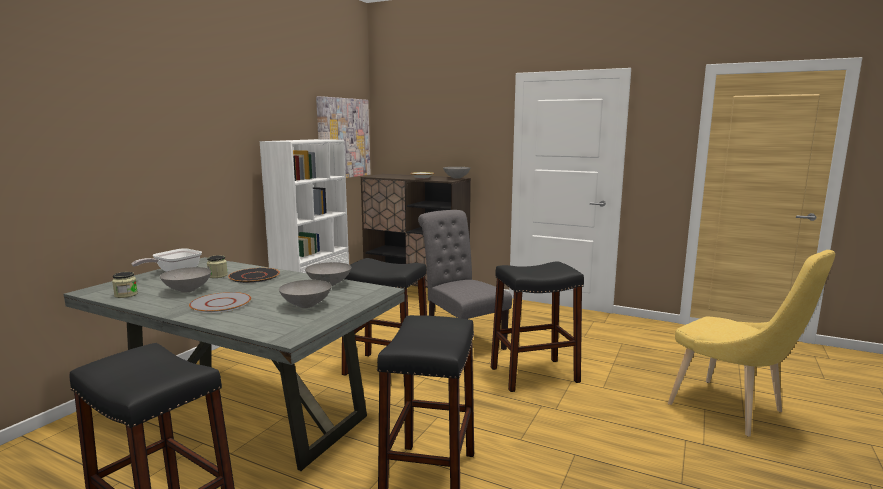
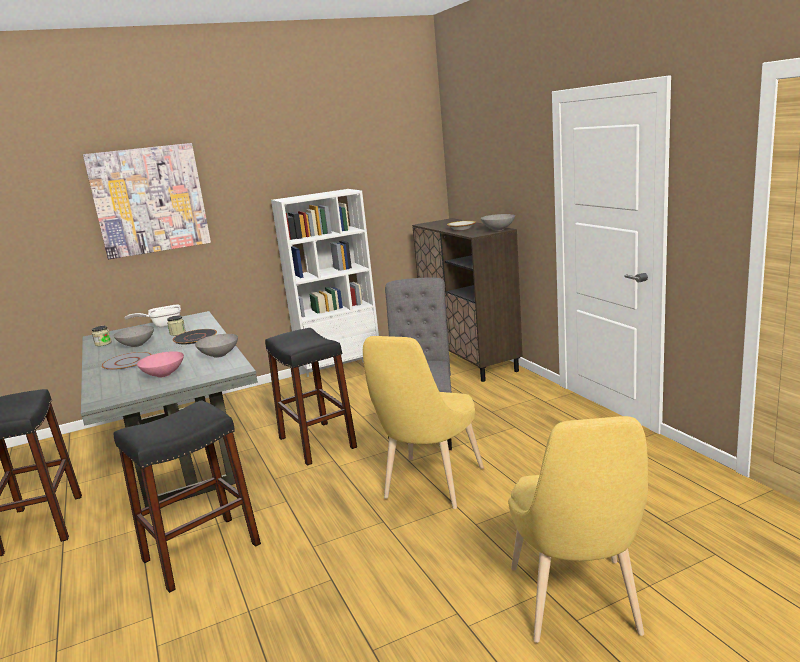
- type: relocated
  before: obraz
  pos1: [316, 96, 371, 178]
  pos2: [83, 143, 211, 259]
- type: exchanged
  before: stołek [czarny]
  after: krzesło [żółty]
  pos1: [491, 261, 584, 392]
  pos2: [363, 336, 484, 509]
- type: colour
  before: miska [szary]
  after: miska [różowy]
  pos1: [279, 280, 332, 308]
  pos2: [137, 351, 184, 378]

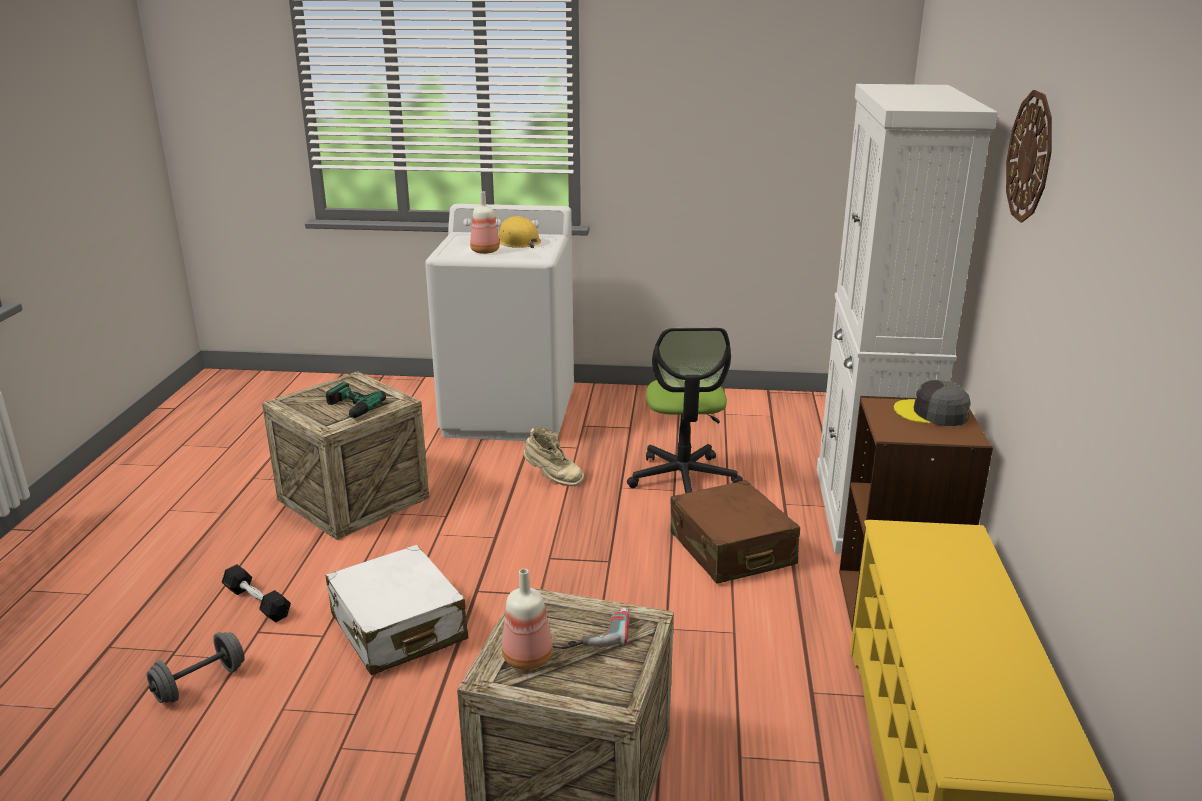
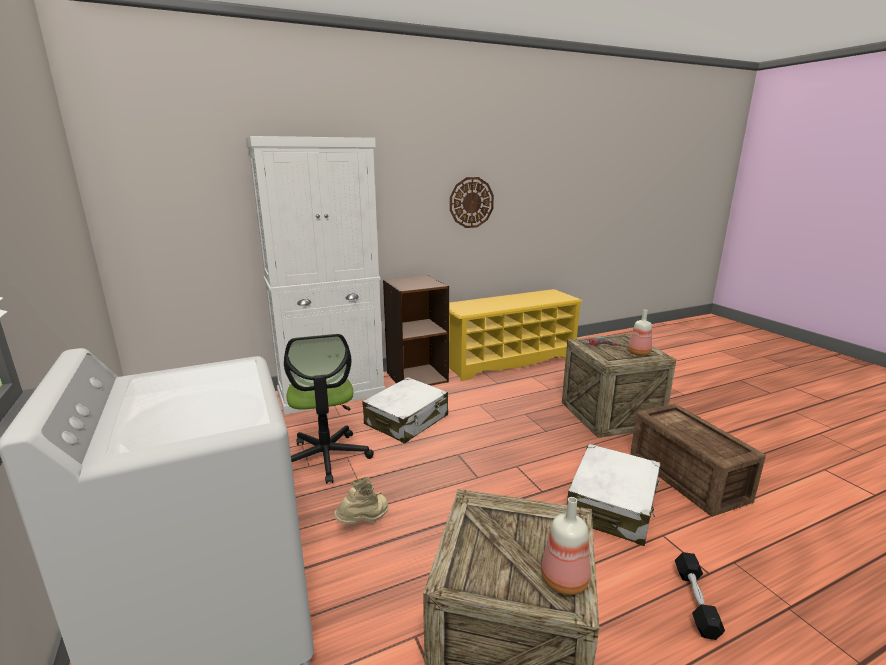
- type: relocated
  before: zegar ścienny
  pos1: [1006, 90, 1052, 223]
  pos2: [450, 177, 494, 228]
- type: relocated
  before: butelka
  pos1: [470, 191, 500, 254]
  pos2: [541, 497, 591, 595]
- type: missing
  before: kask [żółty]
  pos1: [498, 216, 541, 248]
- type: spun
  before: krzesło biurowe
  pos1: [627, 328, 743, 493]
  pos2: [284, 334, 374, 484]
  turn: 105
- type: missing
  before: czapka z daszkiem [szary]
  pos1: [894, 380, 971, 426]
- type: missing
  before: wiertarka
  pos1: [326, 382, 386, 421]
- type: spun
  before: but z cholewką [beżowy]
  pos1: [524, 428, 584, 486]
  pos2: [334, 477, 389, 524]
  turn: 45
- type: colour
  before: walizka [brązowy]
  after: walizka [biały]
  pos1: [670, 480, 800, 583]
  pos2: [363, 377, 448, 444]
- type: missing
  before: hantel [szary]
  pos1: [147, 632, 245, 703]
- type: appeared
  after: skrzynka
  pos2: [630, 404, 766, 516]

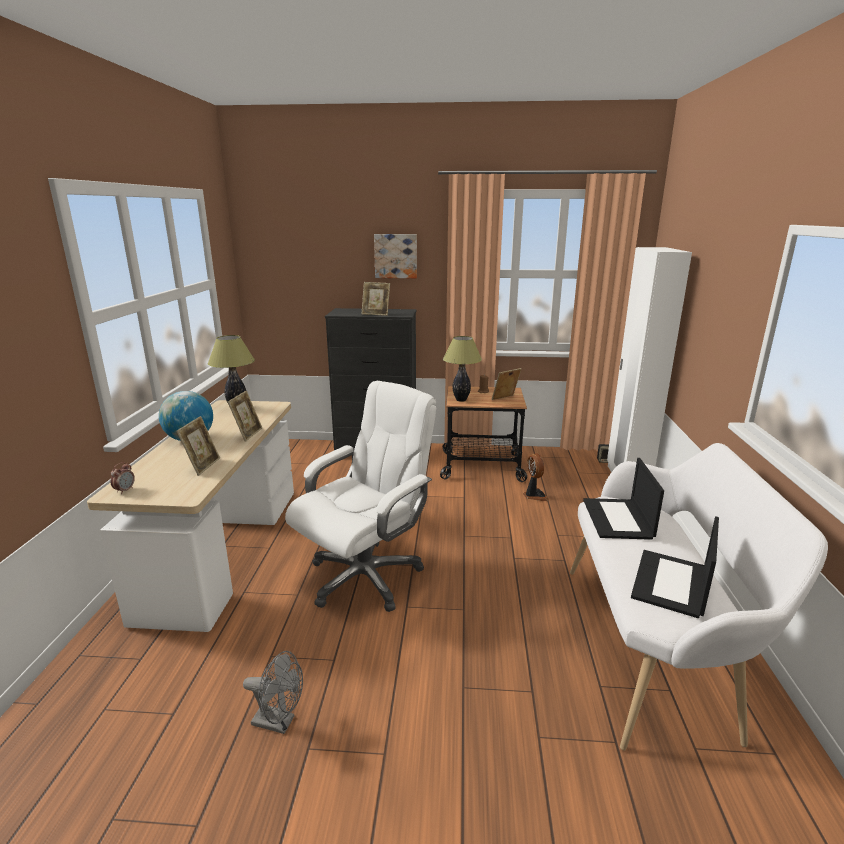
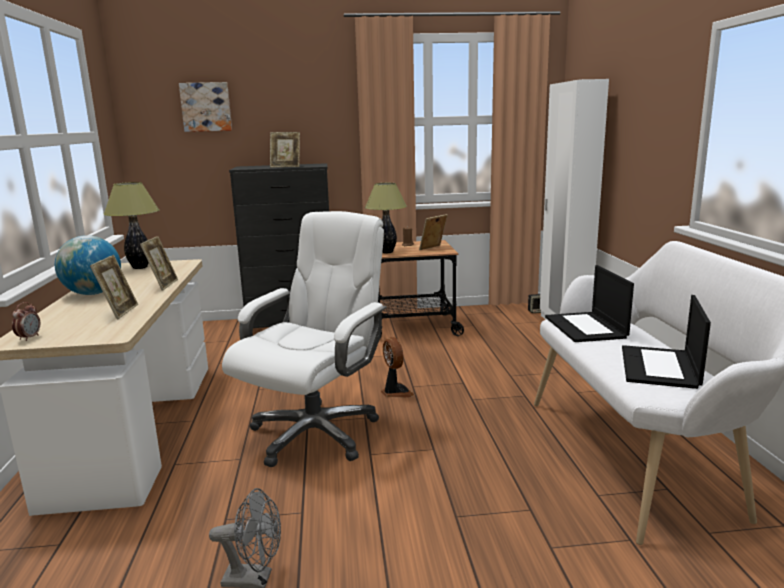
- type: relocated
  before: obraz
  pos1: [374, 234, 417, 278]
  pos2: [179, 82, 232, 132]
- type: relocated
  before: wentylator
  pos1: [523, 453, 549, 501]
  pos2: [381, 337, 414, 398]

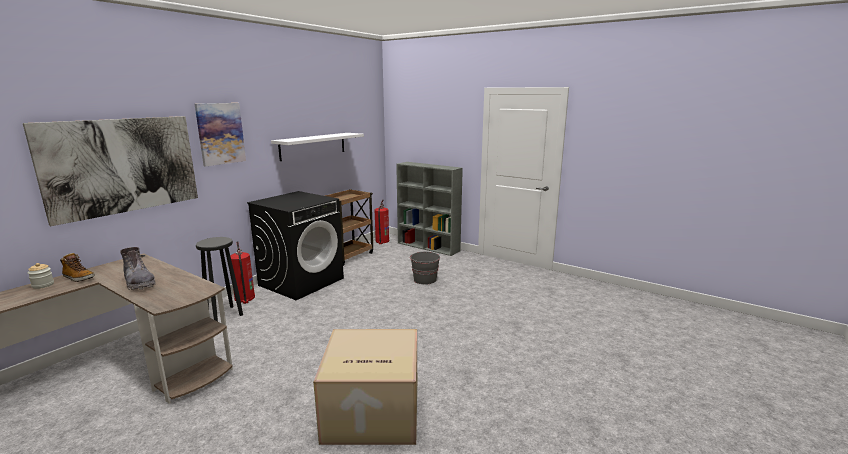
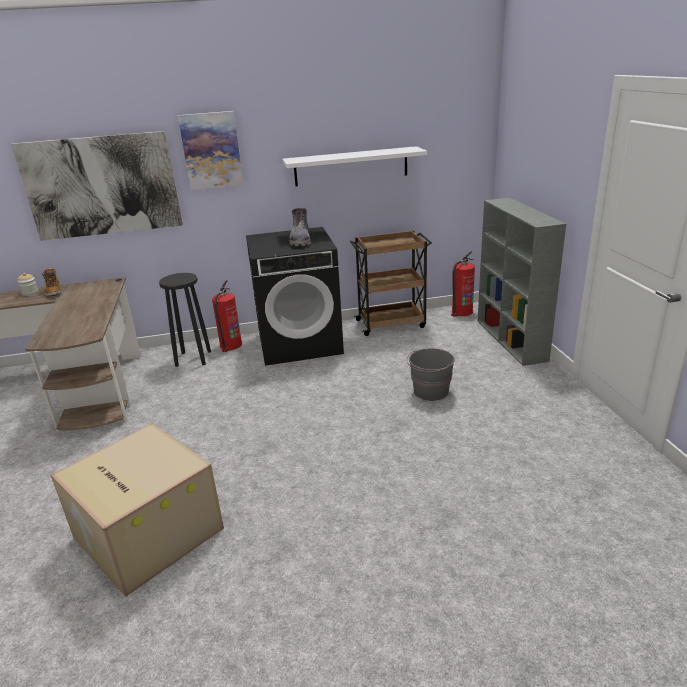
- type: relocated
  before: but z cholewką [szary]
  pos1: [120, 247, 156, 290]
  pos2: [289, 208, 311, 246]

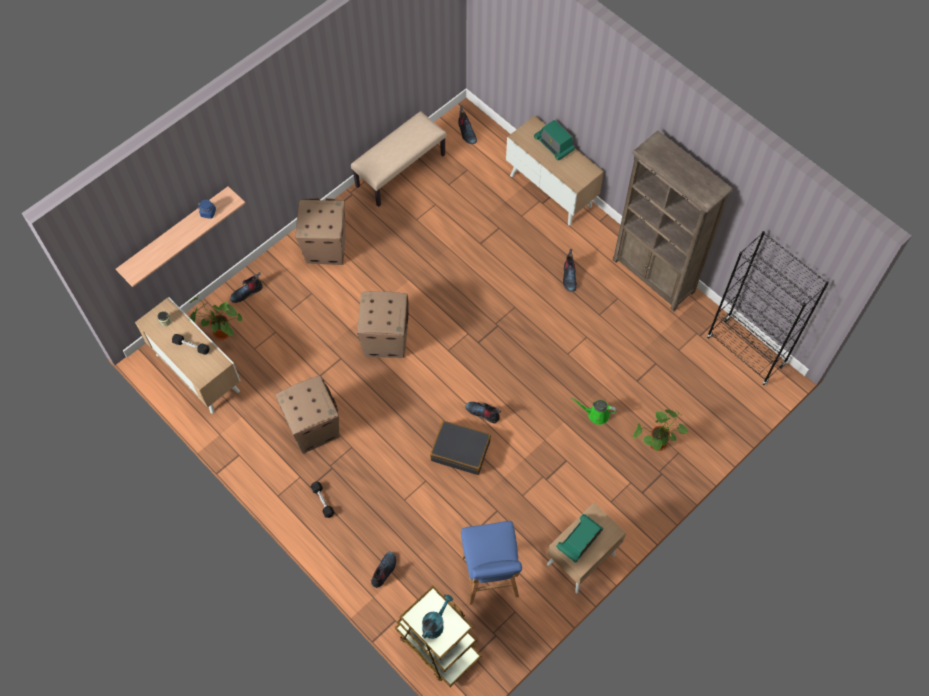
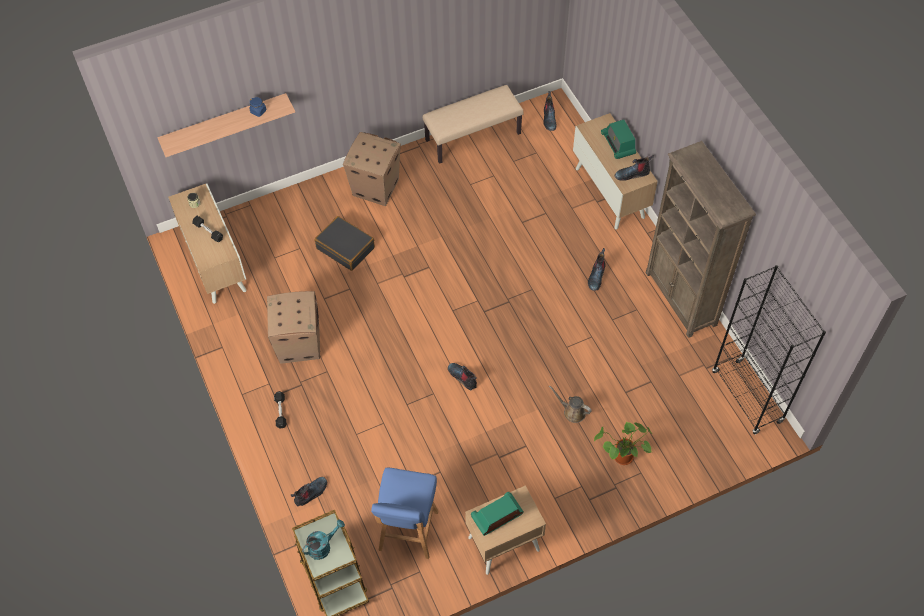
- type: relocated
  before: but z cholewką
  pos1: [230, 272, 263, 303]
  pos2: [615, 155, 654, 181]
- type: missing
  before: karton
  pos1: [357, 291, 409, 358]
- type: missing
  before: roślina doniczkowa
  pos1: [189, 294, 243, 340]
- type: colour
  before: konewka [zielony]
  after: konewka [brązowy]
  pos1: [571, 397, 617, 425]
  pos2: [549, 385, 592, 423]
- type: relocated
  before: walizka [czarny]
  pos1: [430, 421, 491, 475]
  pos2: [314, 216, 375, 271]

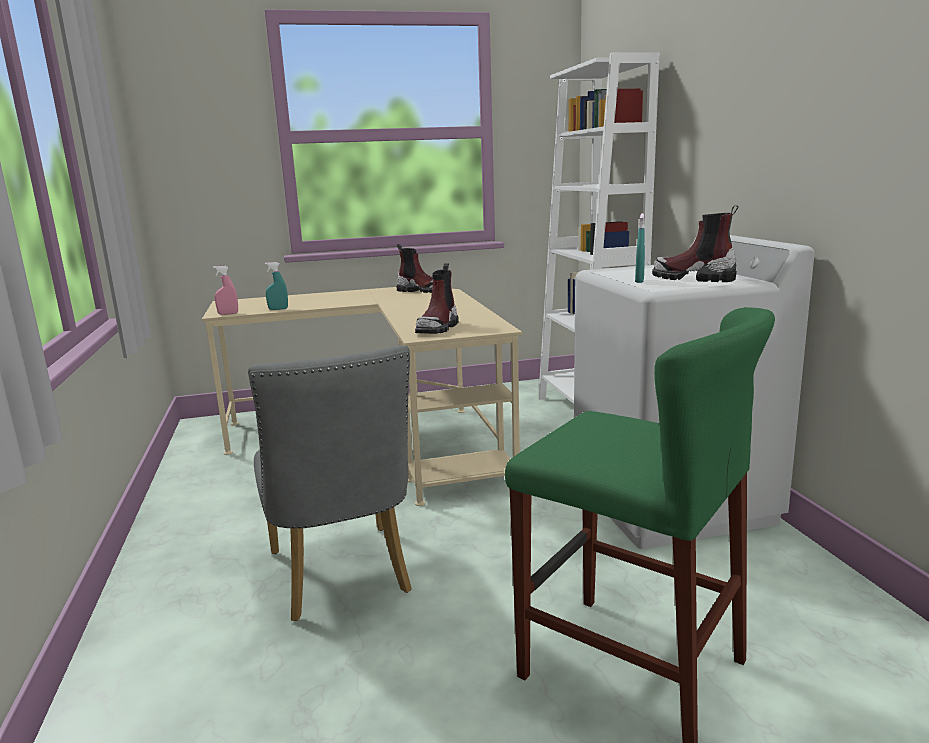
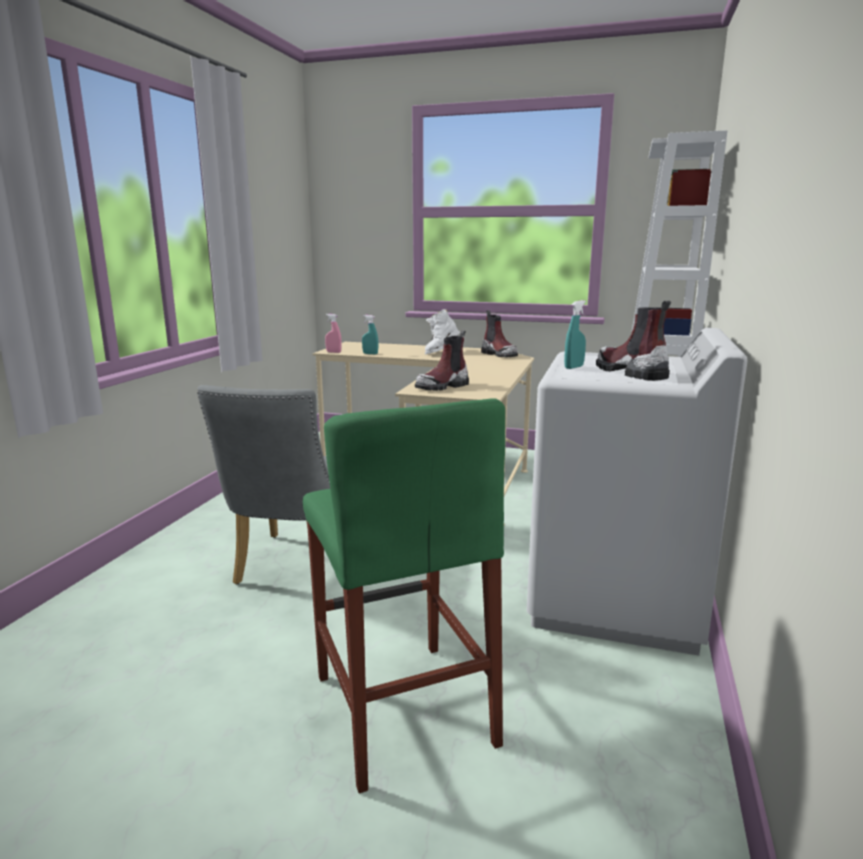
- type: appeared
  after: but z cholewką [biały]
  pos2: [425, 309, 460, 355]

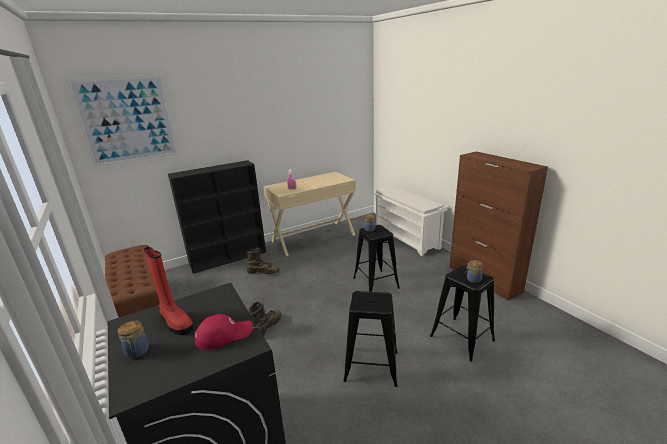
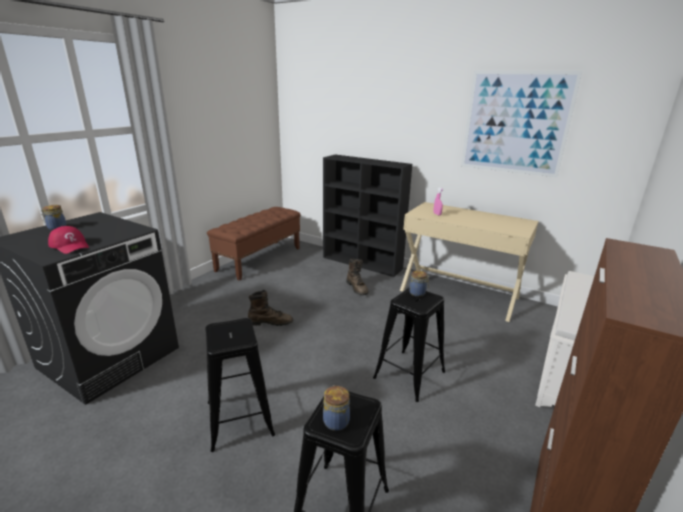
- type: relocated
  before: obraz
  pos1: [66, 75, 179, 167]
  pos2: [461, 70, 583, 178]
- type: missing
  before: but z cholewką [czerwony]
  pos1: [144, 247, 194, 335]

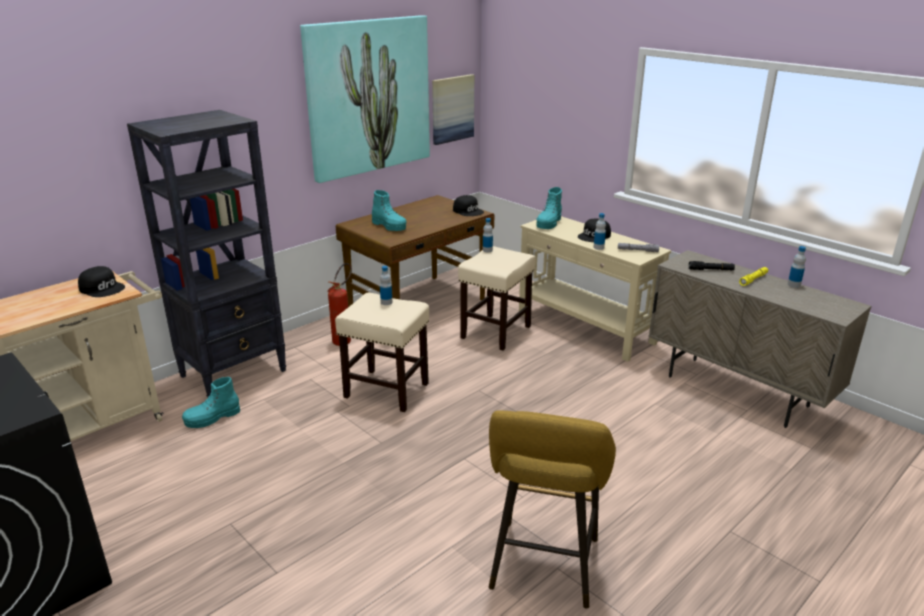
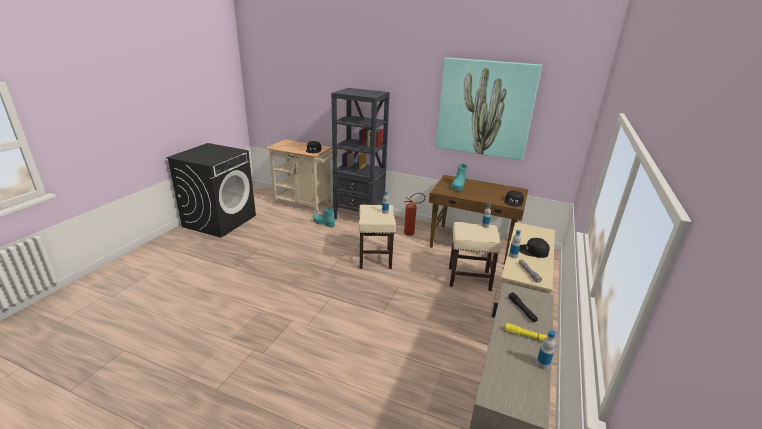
- type: missing
  before: obraz
  pos1: [432, 74, 474, 145]
- type: missing
  before: but z cholewką [turkusowy]
  pos1: [537, 187, 562, 229]
- type: missing
  before: stołek [żółty]
  pos1: [489, 411, 616, 608]

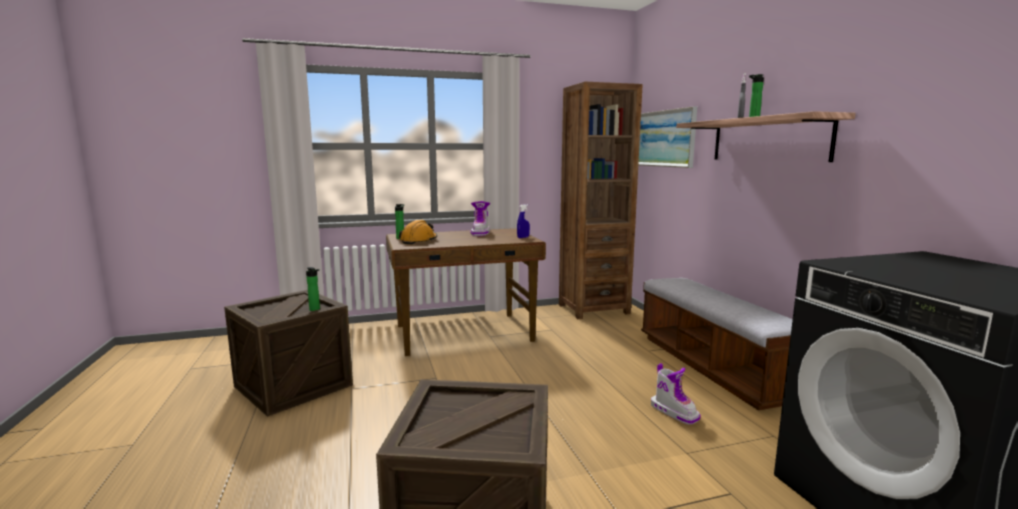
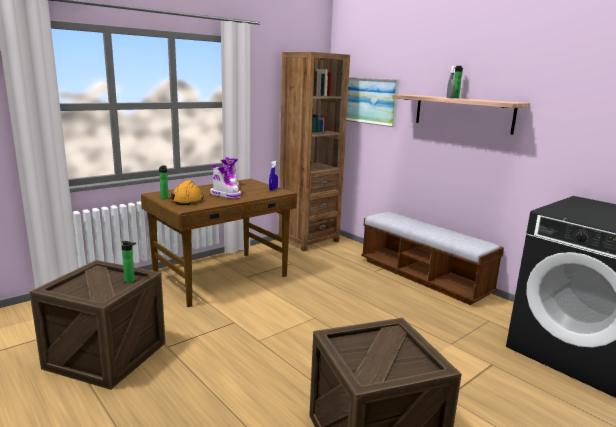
- type: relocated
  before: but z cholewką
  pos1: [651, 363, 701, 425]
  pos2: [210, 164, 242, 199]

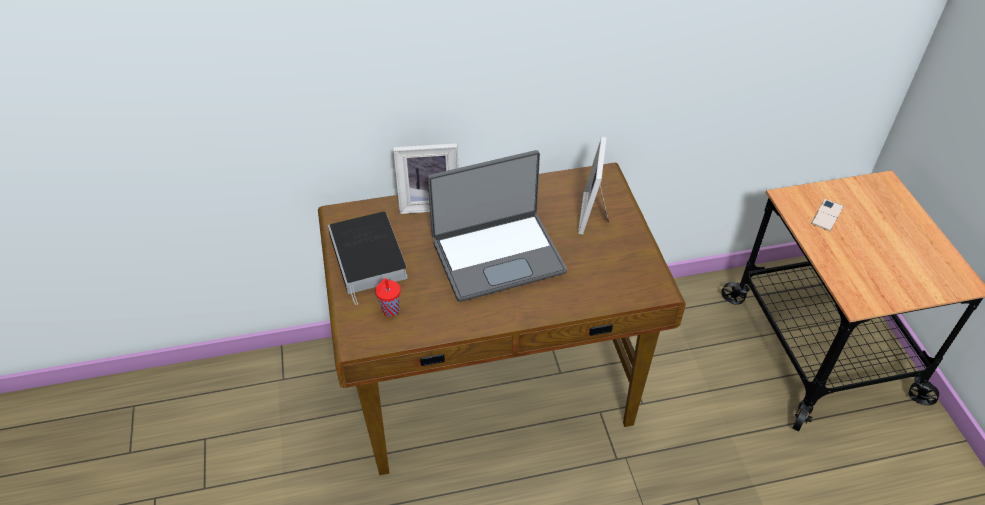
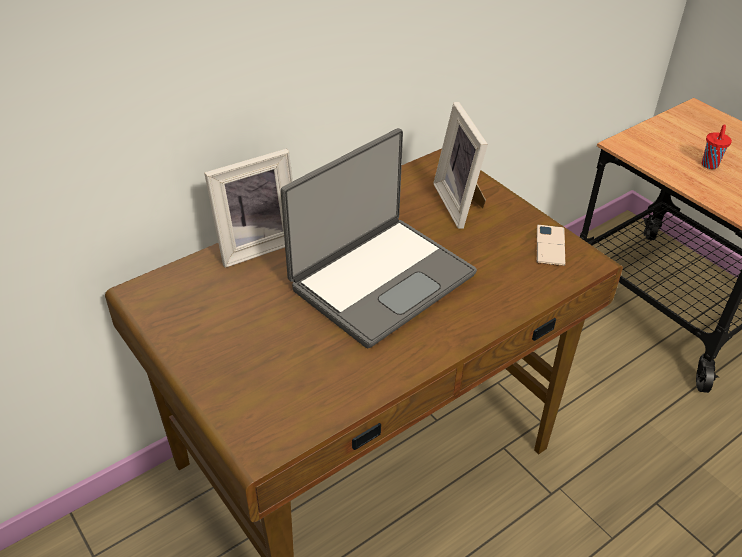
- type: relocated
  before: telefon
  pos1: [811, 199, 844, 231]
  pos2: [536, 225, 565, 266]
- type: missing
  before: książka
  pos1: [328, 211, 408, 305]
- type: relocated
  before: filiżanka [czerwony]
  pos1: [375, 278, 400, 316]
  pos2: [702, 124, 732, 169]

